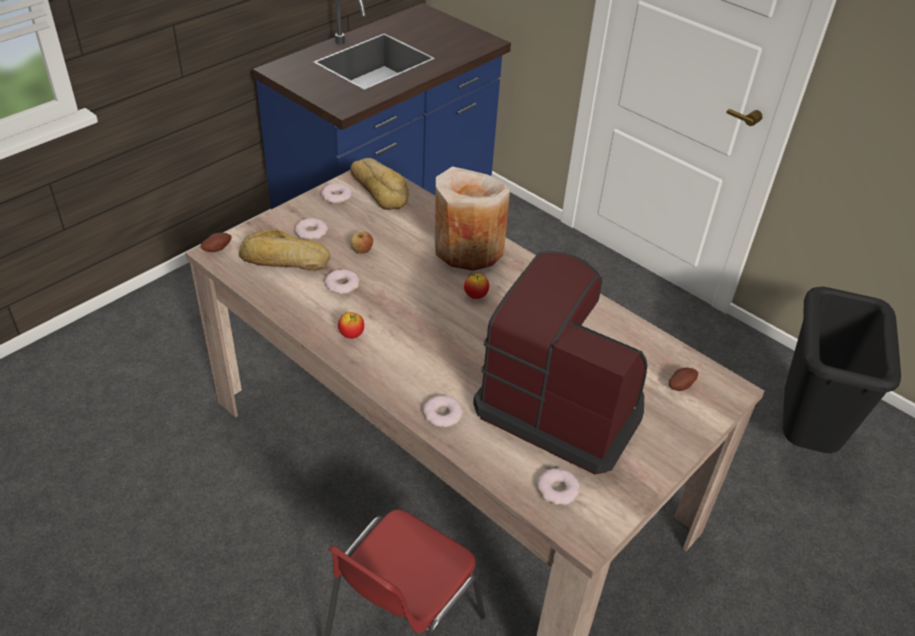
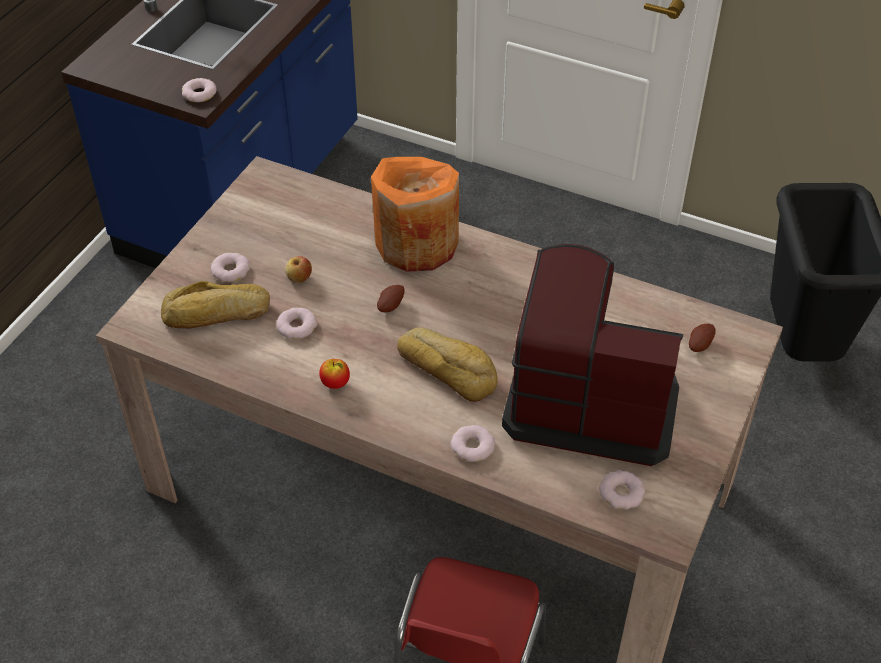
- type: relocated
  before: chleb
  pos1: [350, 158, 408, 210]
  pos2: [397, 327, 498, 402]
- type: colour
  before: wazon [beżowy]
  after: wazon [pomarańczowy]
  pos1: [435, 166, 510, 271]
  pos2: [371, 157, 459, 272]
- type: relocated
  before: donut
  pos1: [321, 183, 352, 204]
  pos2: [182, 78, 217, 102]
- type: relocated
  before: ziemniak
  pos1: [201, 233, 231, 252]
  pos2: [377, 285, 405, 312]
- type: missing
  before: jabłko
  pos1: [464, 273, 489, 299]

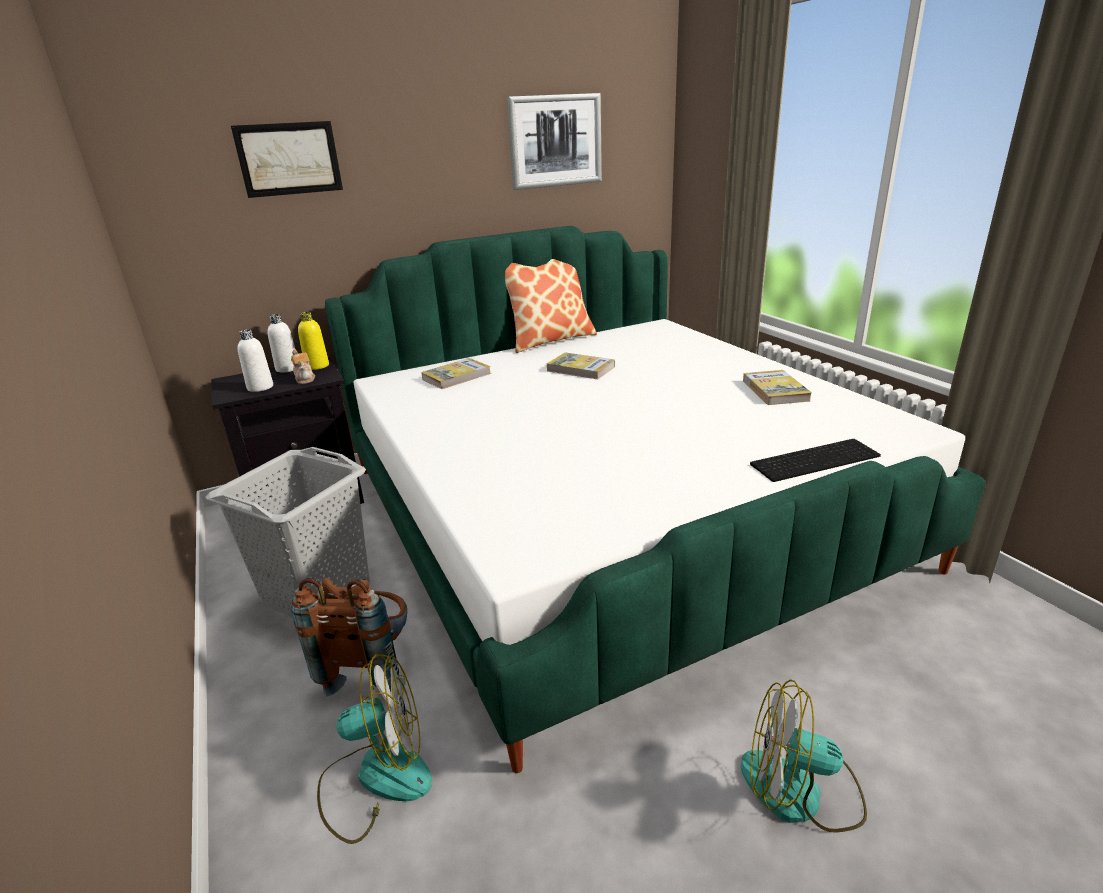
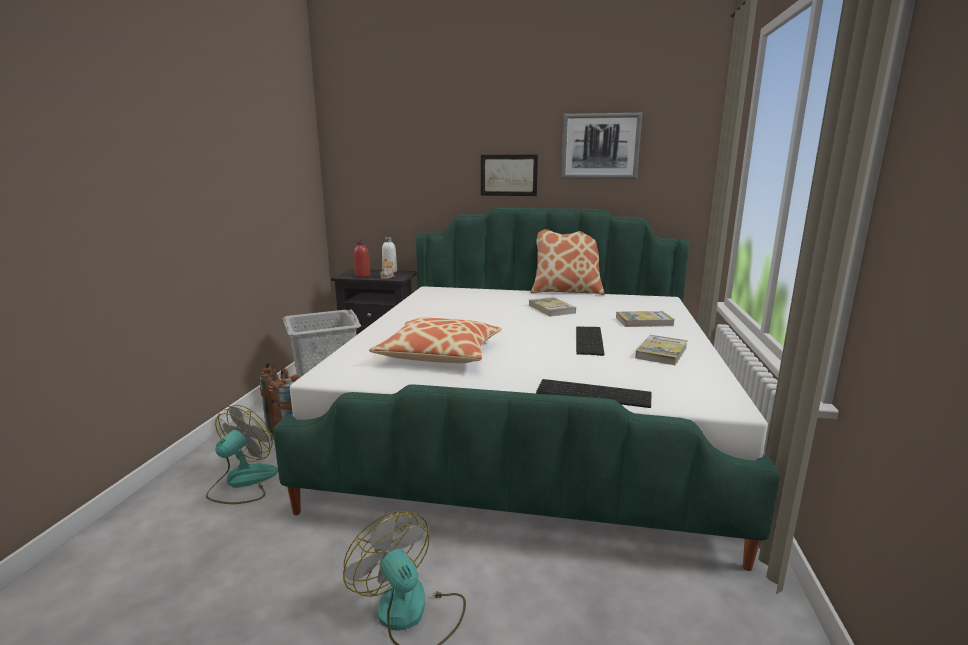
- type: relocated
  before: obraz
  pos1: [231, 121, 343, 198]
  pos2: [481, 155, 538, 196]
- type: missing
  before: butelka [żółty]
  pos1: [298, 312, 329, 370]
- type: colour
  before: butelka [biały]
  after: butelka [czerwony]
  pos1: [237, 329, 273, 392]
  pos2: [354, 240, 370, 278]
- type: relocated
  before: książka
  pos1: [421, 358, 491, 389]
  pos2: [616, 311, 675, 327]
- type: spun
  before: wentylator
  pos1: [317, 654, 432, 844]
  pos2: [206, 405, 278, 504]
  turn: -90
- type: appeared
  after: poduszka
  pos2: [369, 318, 502, 363]
- type: appeared
  after: klawiatura
  pos2: [576, 327, 604, 356]

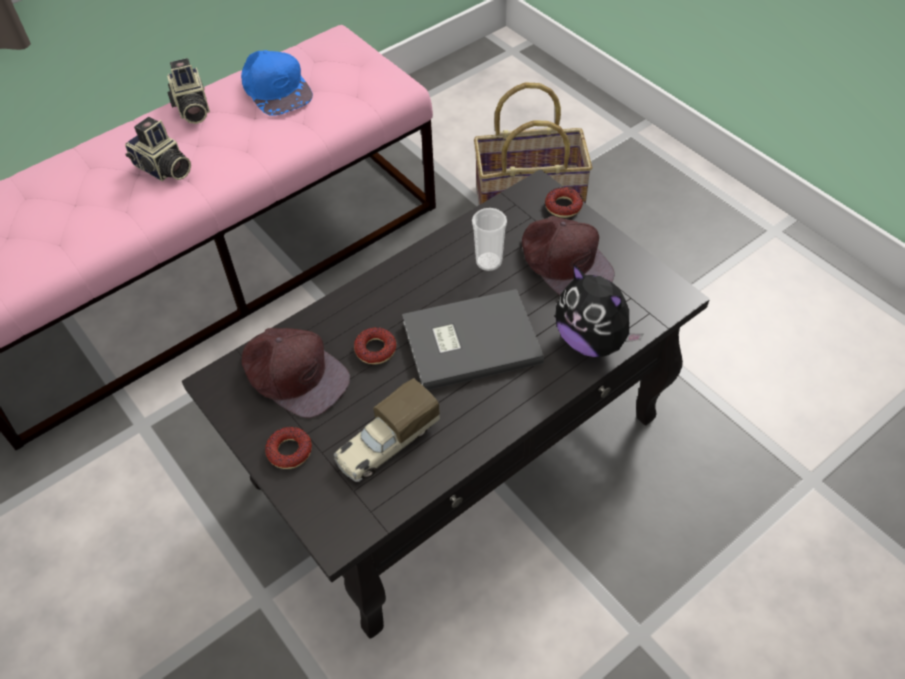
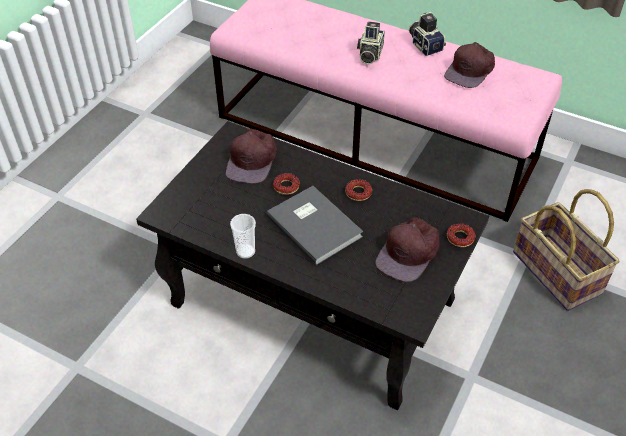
- type: colour
  before: czapka z daszkiem [niebieski]
  after: czapka z daszkiem [brązowy]
  pos1: [241, 50, 313, 116]
  pos2: [444, 42, 495, 88]
- type: spun
  before: aparat fotograficzny
  pos1: [167, 58, 210, 124]
  pos2: [409, 12, 446, 56]
  turn: 105
- type: relocated
  before: filiżanka
  pos1: [472, 208, 507, 271]
  pos2: [230, 214, 256, 259]
- type: missing
  before: pluszak
  pos1: [555, 264, 644, 357]
- type: missing
  before: ciężarówka zabawkowa
  pos1: [334, 379, 440, 482]
- type: relocated
  before: donut
  pos1: [265, 427, 312, 469]
  pos2: [345, 179, 372, 201]

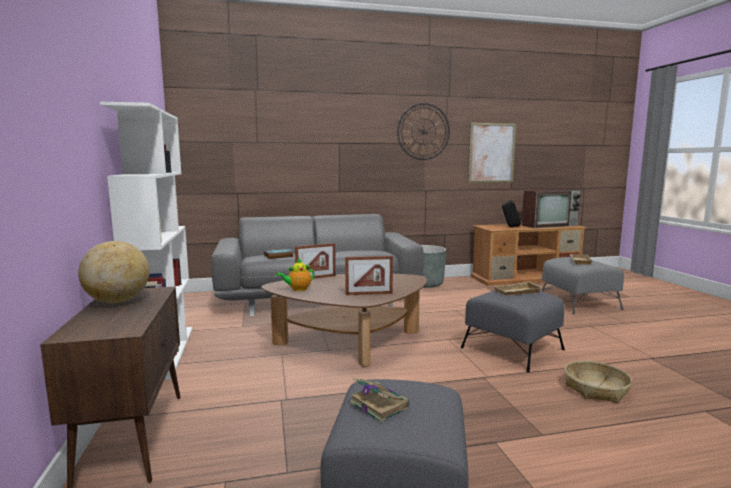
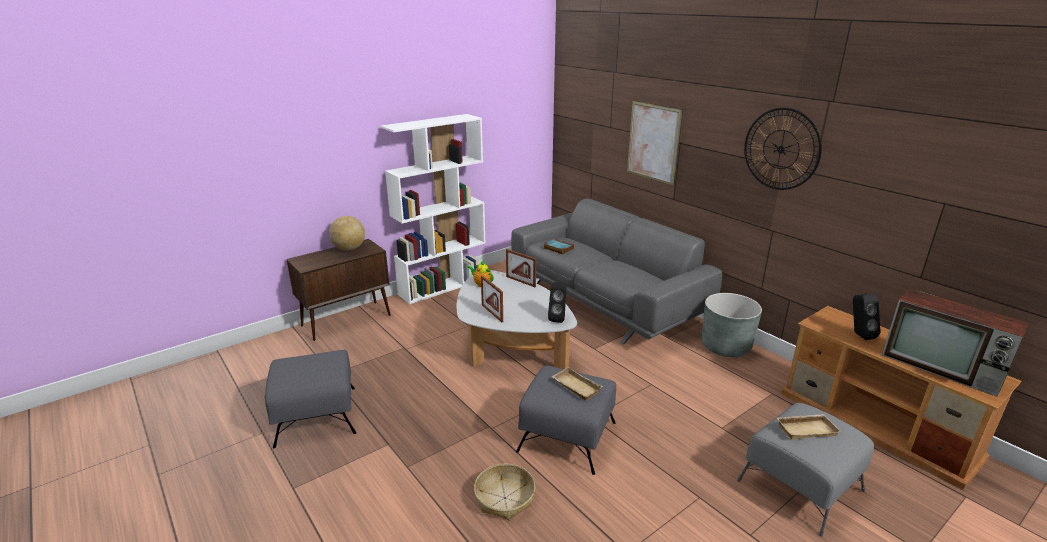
- type: relocated
  before: obraz
  pos1: [468, 122, 516, 183]
  pos2: [627, 101, 683, 186]
- type: colour
  before: ława [brązowy]
  after: ława [biały]
  pos1: [261, 274, 427, 367]
  pos2: [457, 270, 577, 369]
- type: missing
  before: książka
  pos1: [350, 378, 409, 422]
- type: appeared
  after: głośnik [czarny]
  pos2: [548, 282, 566, 323]

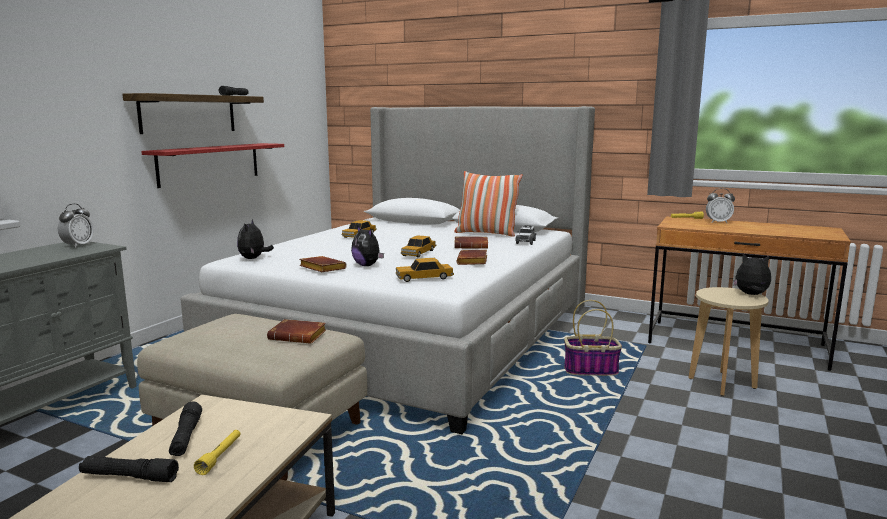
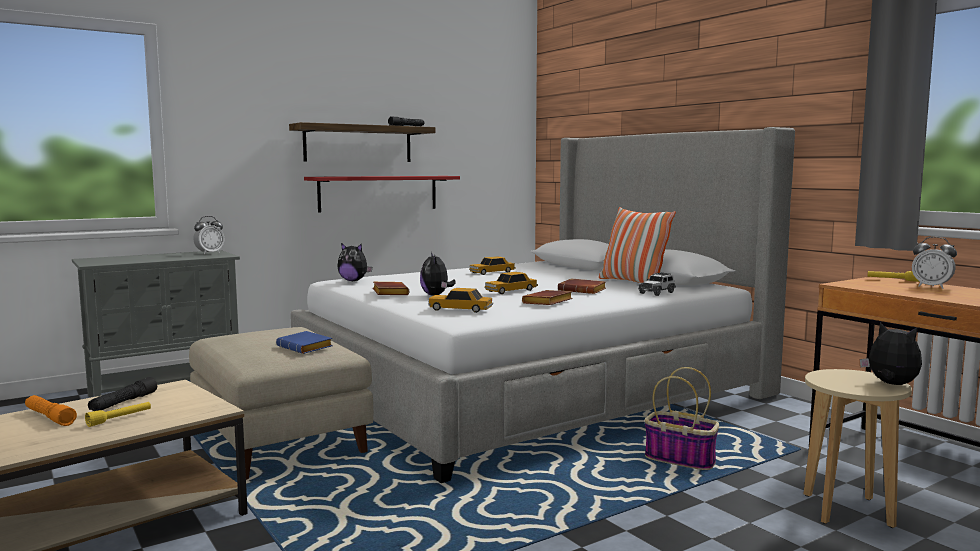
- type: spun
  before: pluszak
  pos1: [237, 220, 274, 259]
  pos2: [337, 243, 372, 281]
  turn: -105
- type: colour
  before: książka [brązowy]
  after: książka [niebieski]
  pos1: [267, 319, 326, 344]
  pos2: [276, 331, 333, 354]
- type: colour
  before: latarka [czarny]
  after: latarka [pomarańczowy]
  pos1: [79, 456, 179, 482]
  pos2: [25, 395, 77, 426]

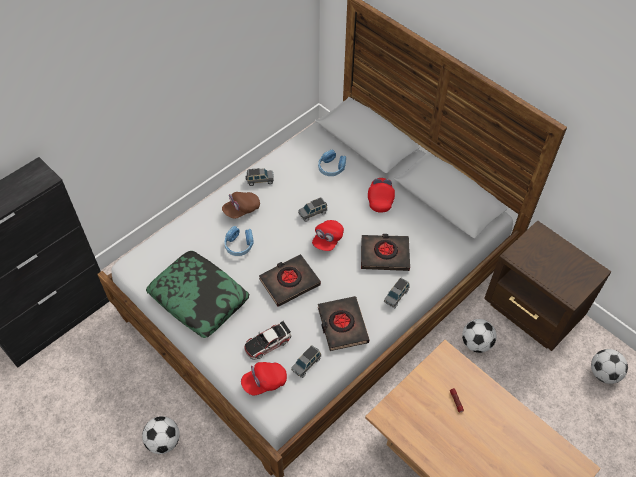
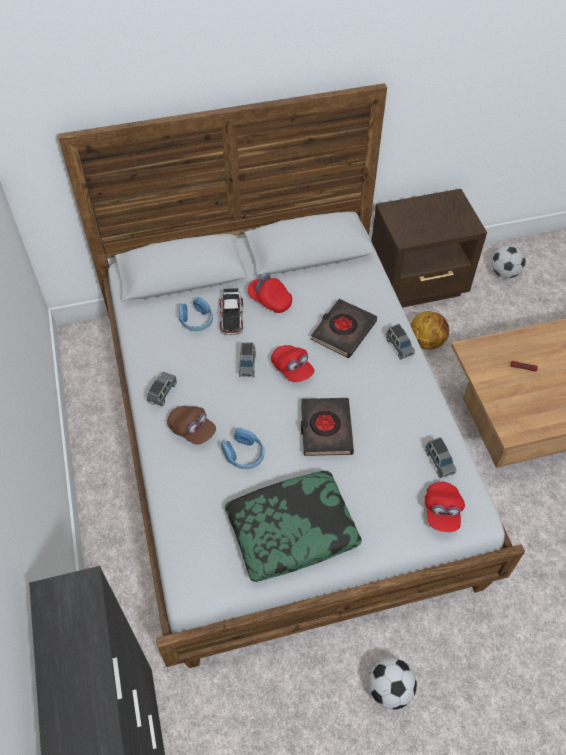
- type: spun
  before: czapka z daszkiem [brązowy]
  pos1: [222, 192, 260, 219]
  pos2: [167, 406, 216, 445]
  turn: -45
- type: missing
  before: książka [czarny]
  pos1: [318, 296, 370, 351]
- type: exchanged
  before: piłka futbolowa
  after: piłka do koszykówki
  pos1: [462, 319, 497, 353]
  pos2: [410, 311, 449, 350]
- type: relocated
  before: samochodzik
  pos1: [244, 321, 291, 360]
  pos2: [220, 288, 243, 335]

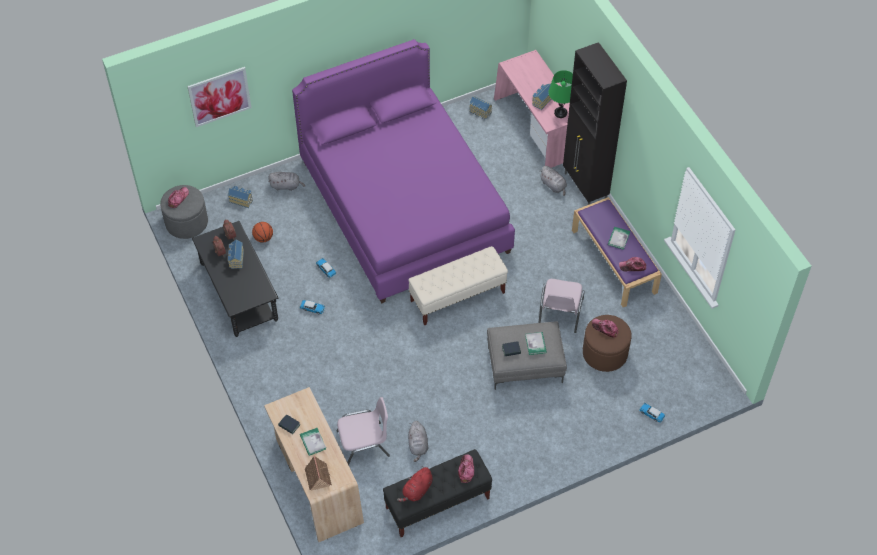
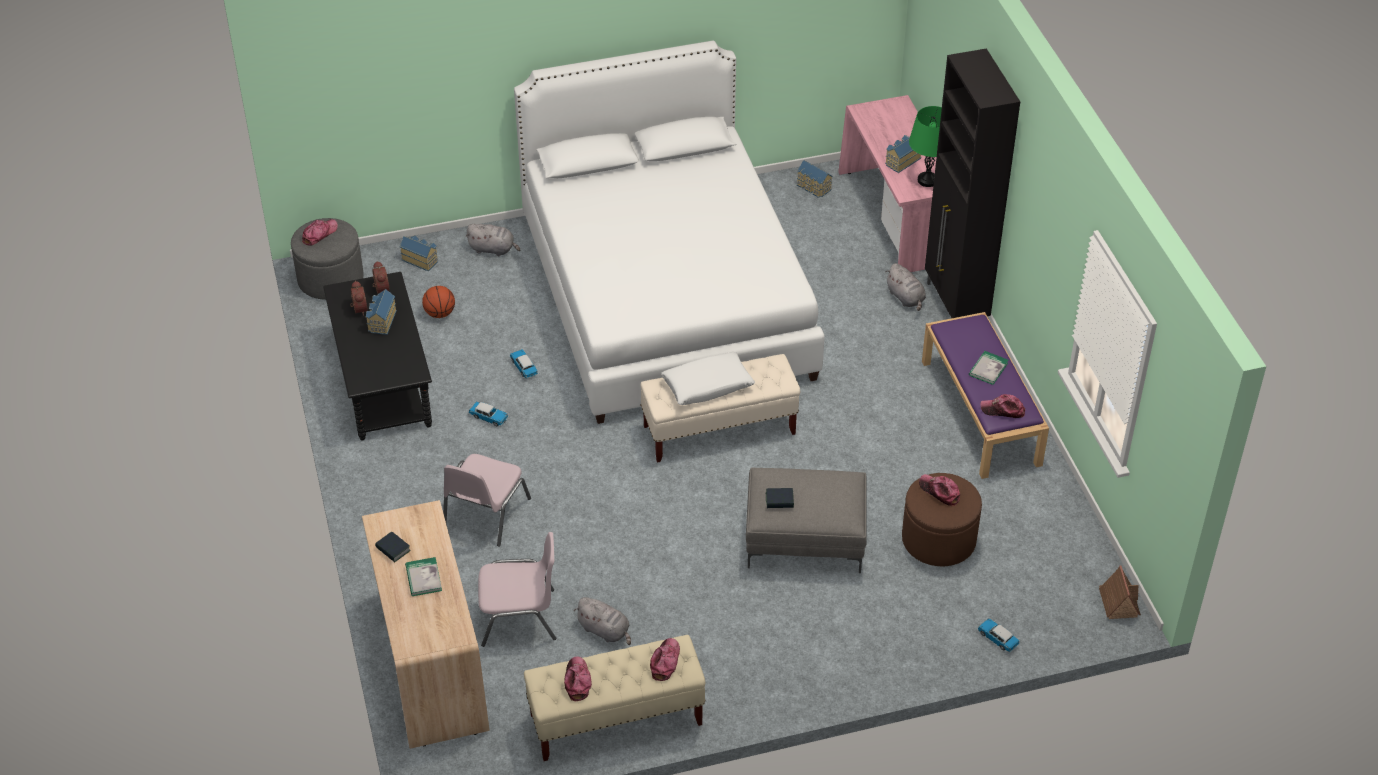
- type: colour
  before: łóżko [fioletowy]
  after: łóżko [biały]
  pos1: [292, 39, 515, 303]
  pos2: [514, 41, 825, 424]
- type: missing
  before: obraz
  pos1: [187, 67, 251, 127]
- type: relocated
  before: krzesło [różowy]
  pos1: [538, 279, 585, 333]
  pos2: [443, 454, 531, 547]
- type: missing
  before: książka
  pos1: [525, 332, 547, 355]
- type: spun
  before: pluszak [szary]
  pos1: [408, 421, 428, 462]
  pos2: [574, 597, 631, 645]
  turn: -60
- type: colour
  before: ławka [czarny]
  after: ławka [beżowy]
  pos1: [383, 449, 492, 537]
  pos2: [524, 635, 706, 761]
- type: relocated
  before: domek
  pos1: [305, 455, 332, 491]
  pos2: [1099, 566, 1141, 619]
- type: exchanged
  before: pluszak [czerwony]
  after: czapka z daszkiem
  pos1: [397, 466, 433, 502]
  pos2: [564, 657, 592, 701]
- type: appeared
  after: poduszka [biały]
  pos2: [661, 352, 755, 405]

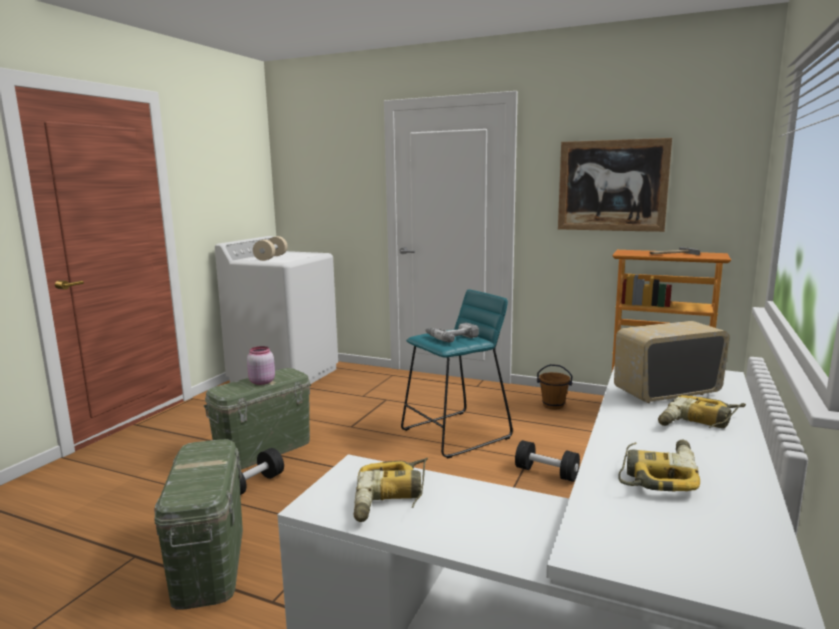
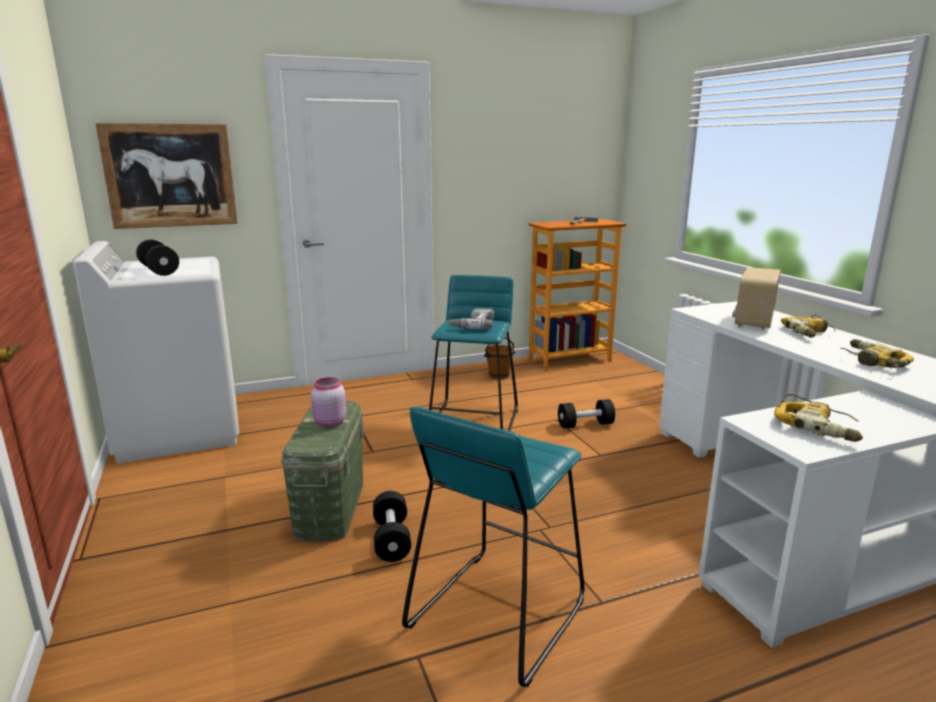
- type: relocated
  before: obraz
  pos1: [558, 138, 672, 232]
  pos2: [95, 123, 238, 229]
- type: colour
  before: hantel [beżowy]
  after: hantel [czarny]
  pos1: [253, 236, 288, 261]
  pos2: [136, 239, 179, 276]
- type: exchanged
  before: pojemnik do przechowywania [zielony]
  after: stołek [turkusowy]
  pos1: [154, 439, 243, 610]
  pos2: [402, 407, 585, 687]

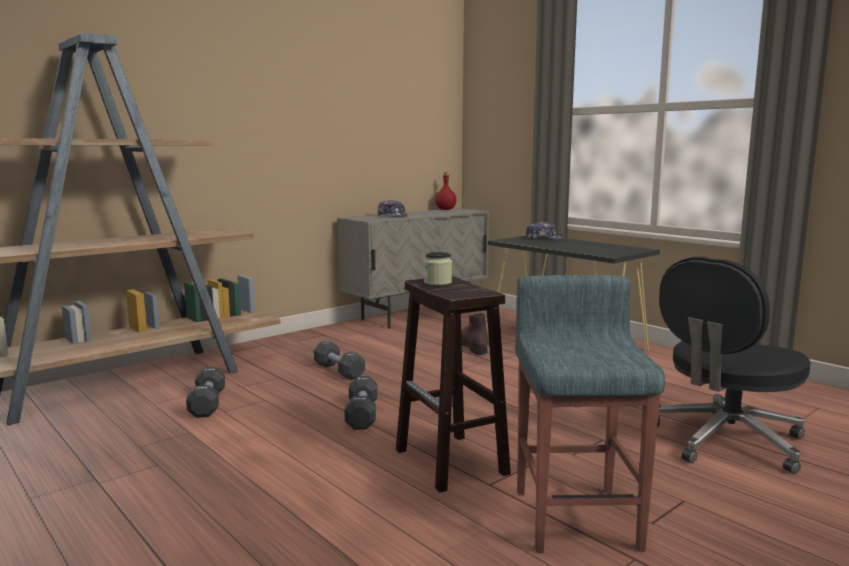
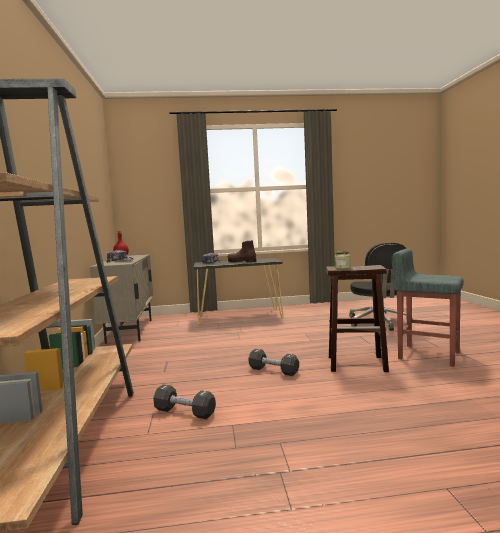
- type: relocated
  before: but z cholewką [brązowy]
  pos1: [461, 313, 488, 355]
  pos2: [228, 240, 256, 263]
- type: missing
  before: hantel [czarny]
  pos1: [314, 341, 365, 380]

